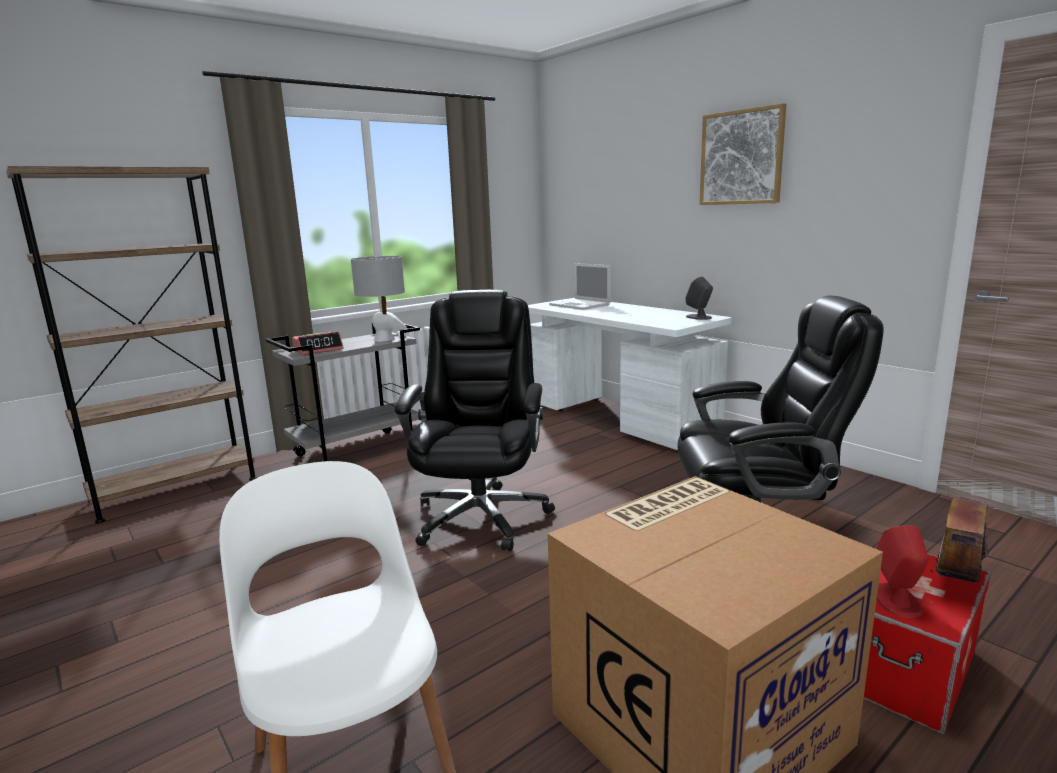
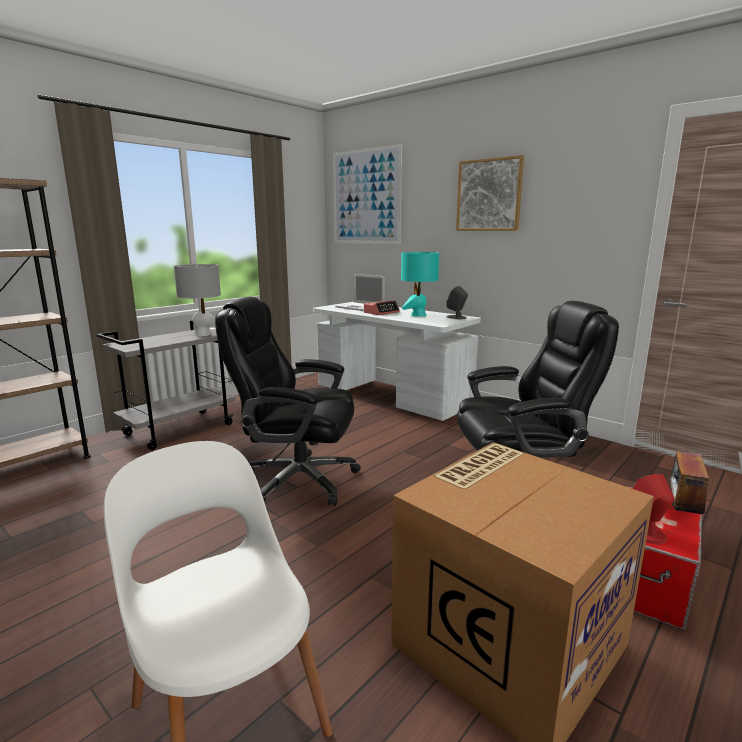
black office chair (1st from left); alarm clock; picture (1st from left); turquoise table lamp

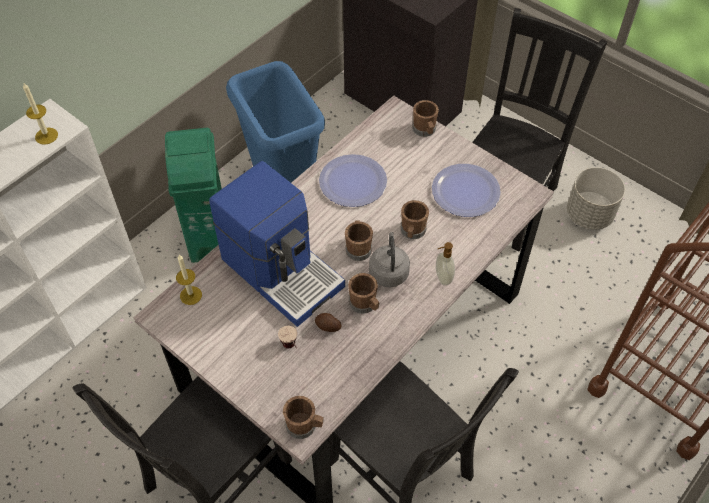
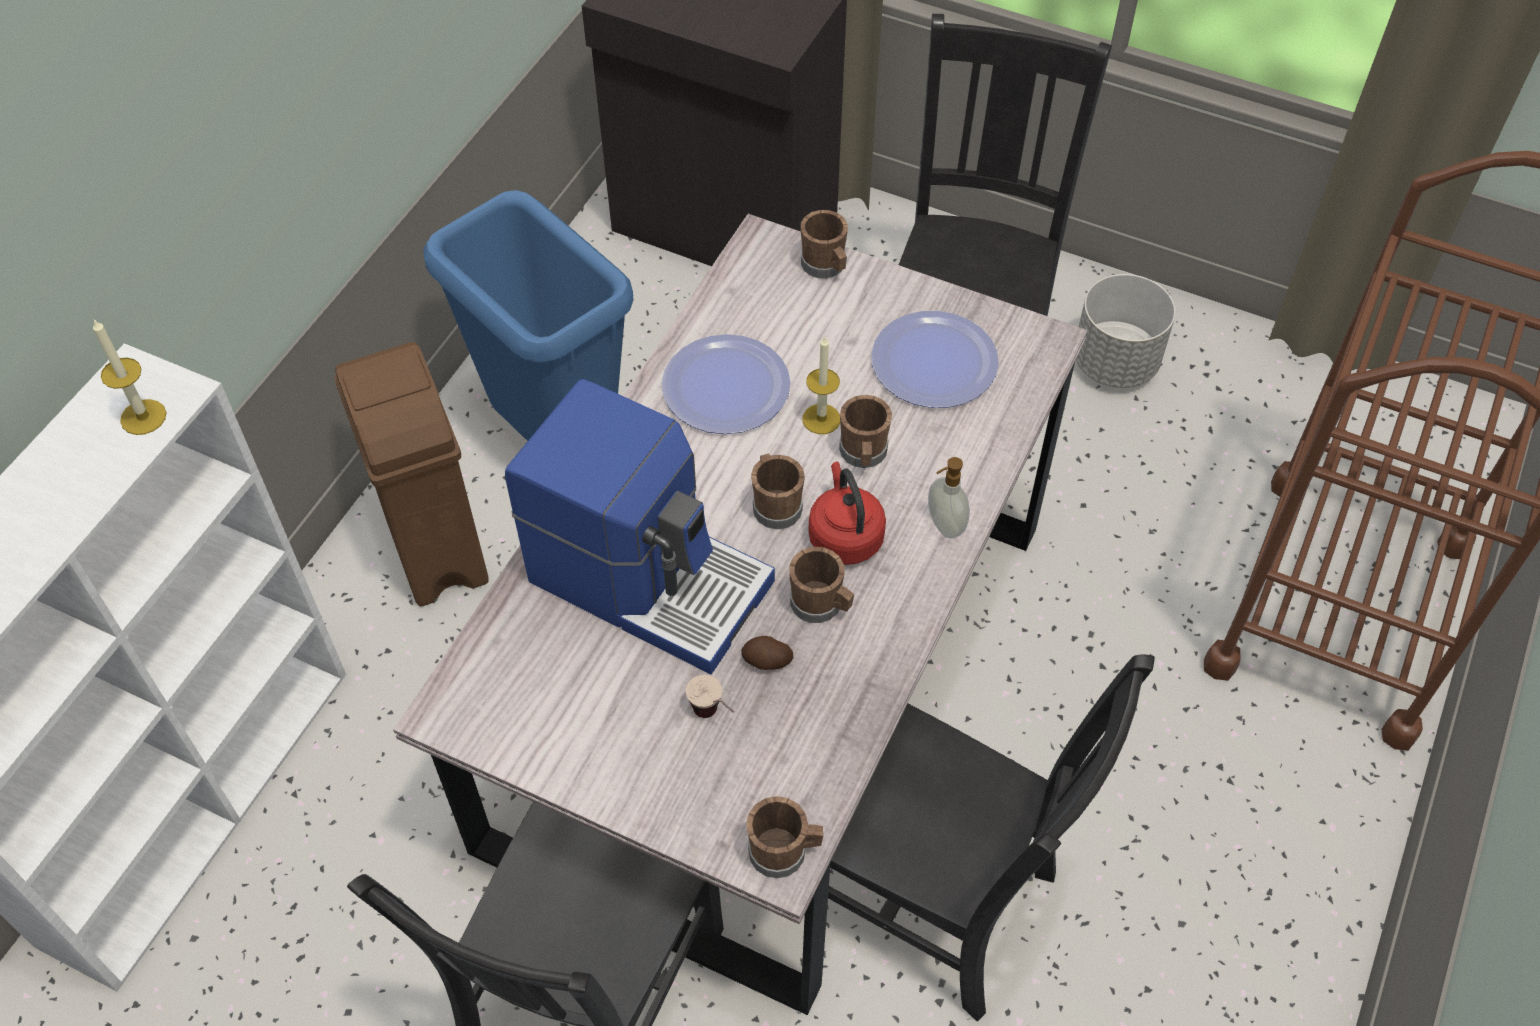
brown trash can; red kettle; candle (2nd from left)

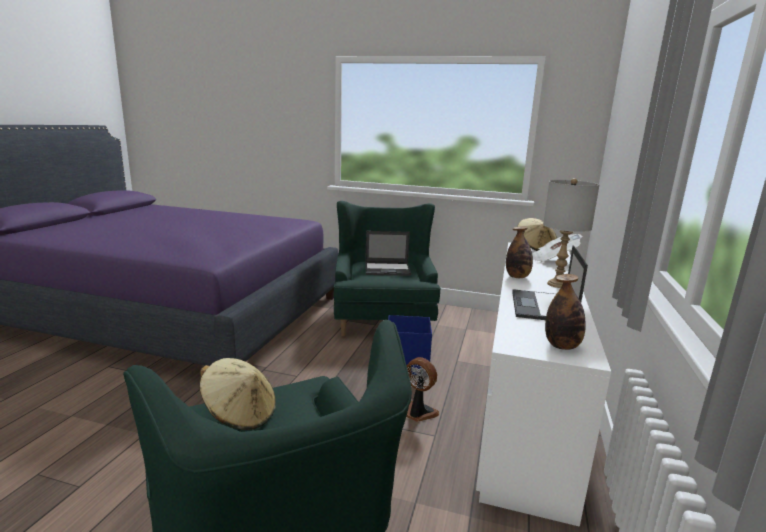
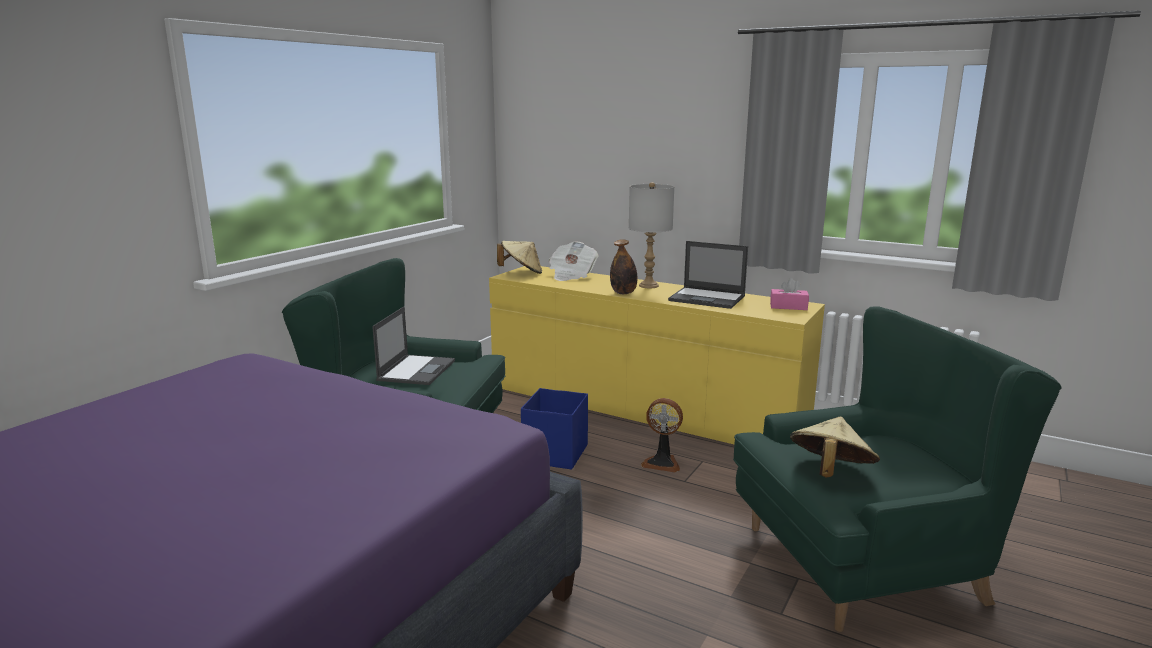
yellow dresser; pink tissue box; fan

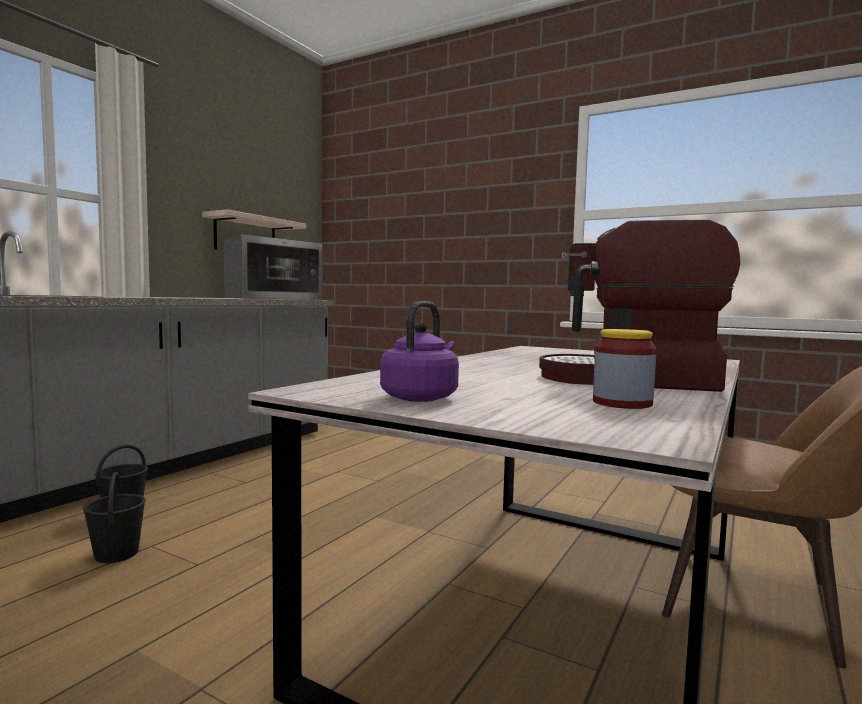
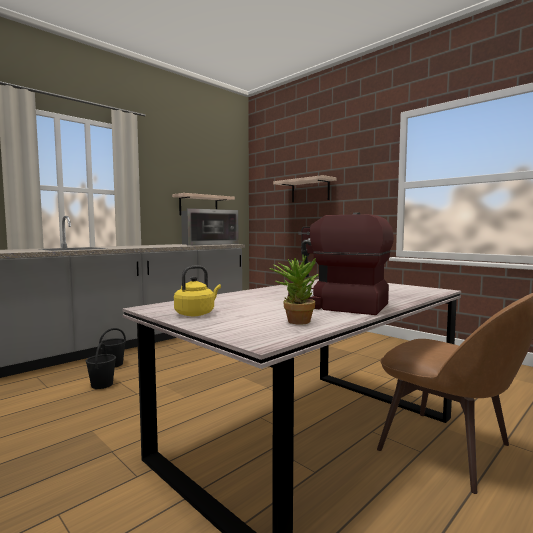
yellow kettle; potted plant; shelf (2nd from left)

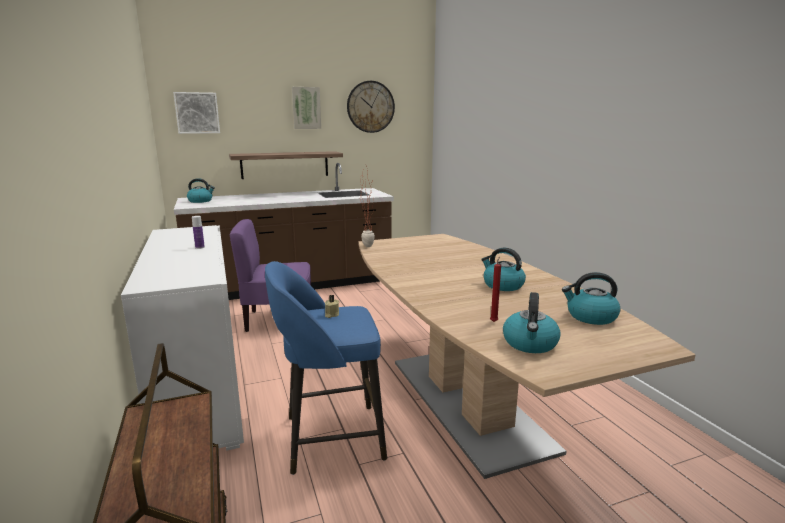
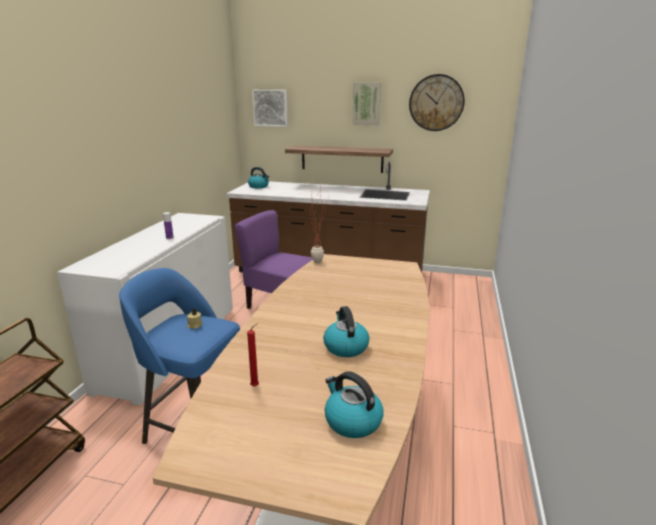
kettle (3rd from left in the first image)

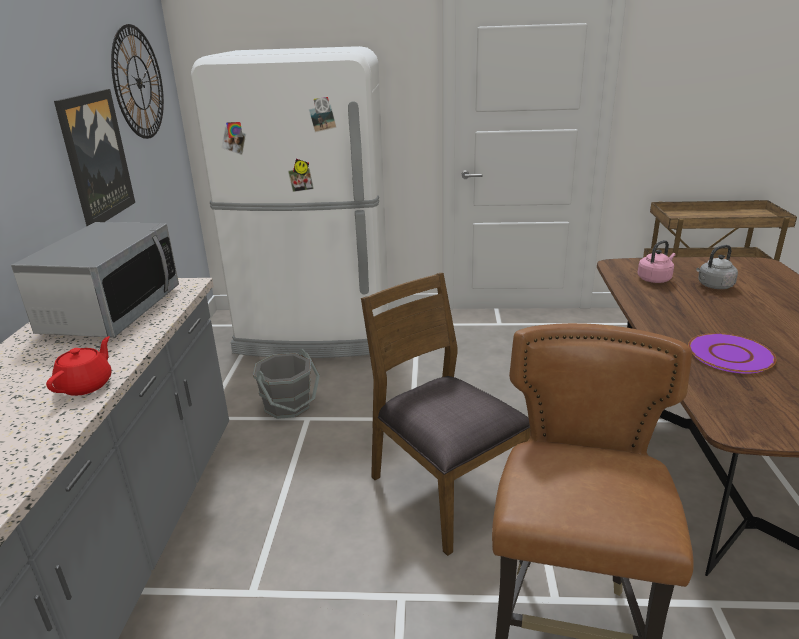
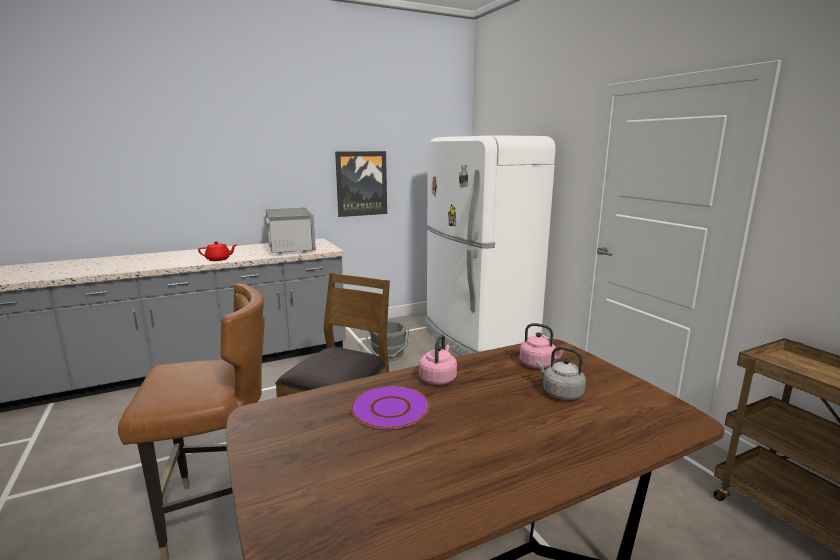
wall clock; microwave; pink kettle (1st from left)

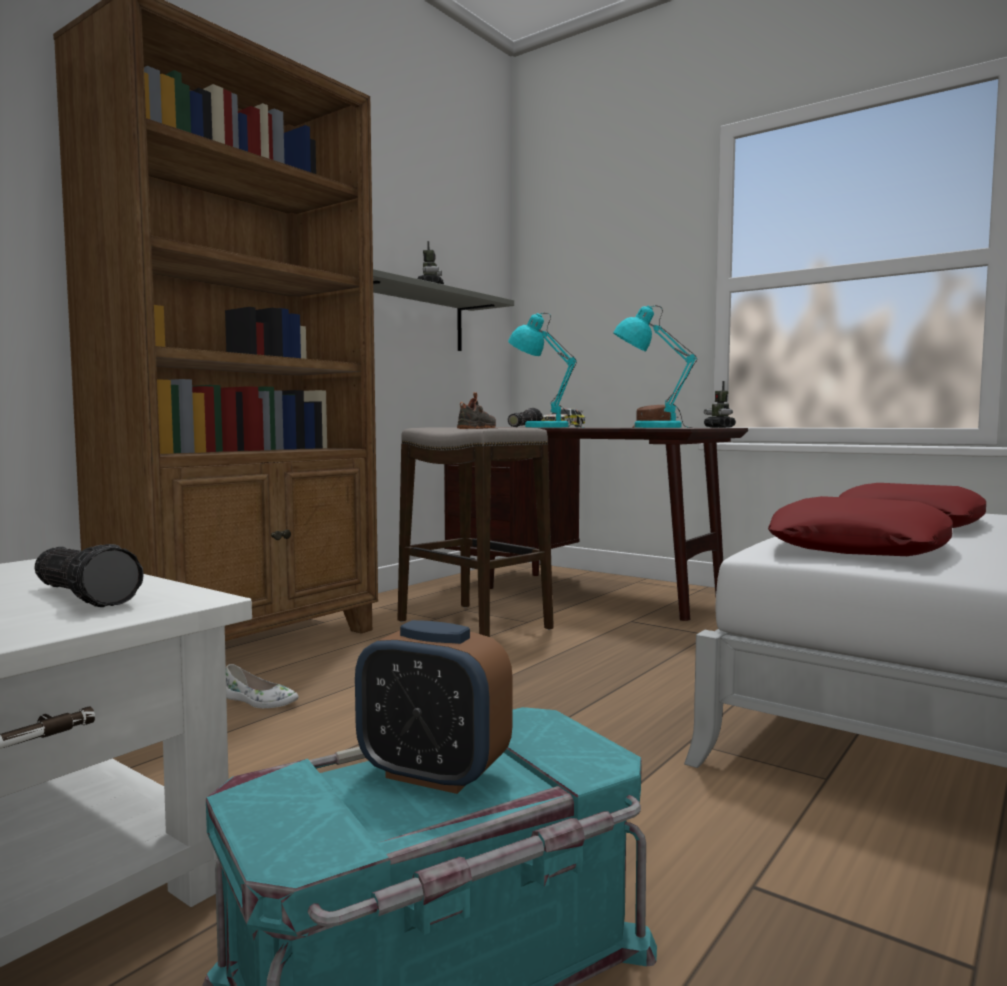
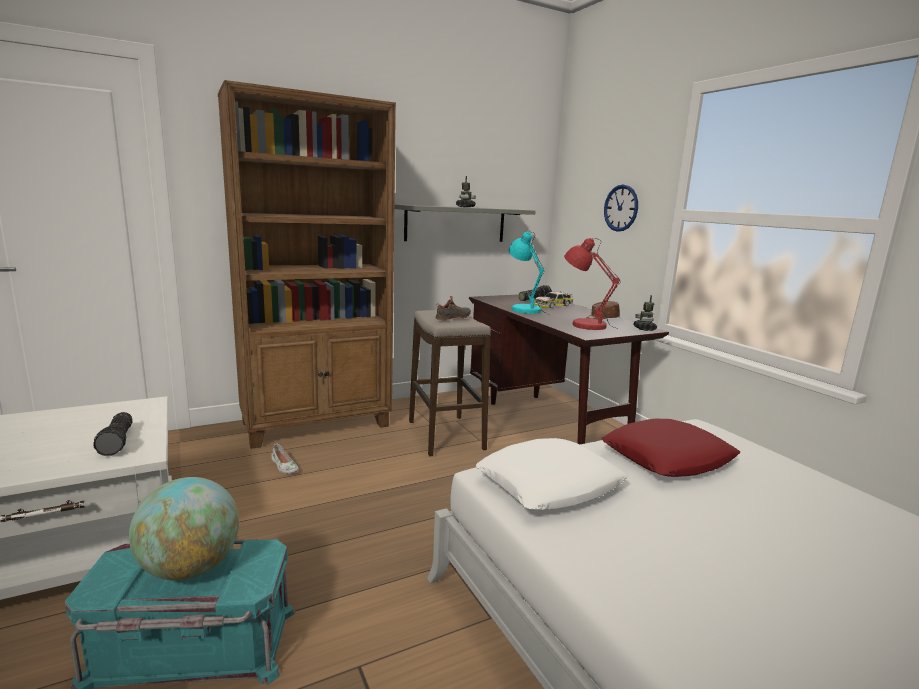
red table lamp; white pillow; globe; wall clock

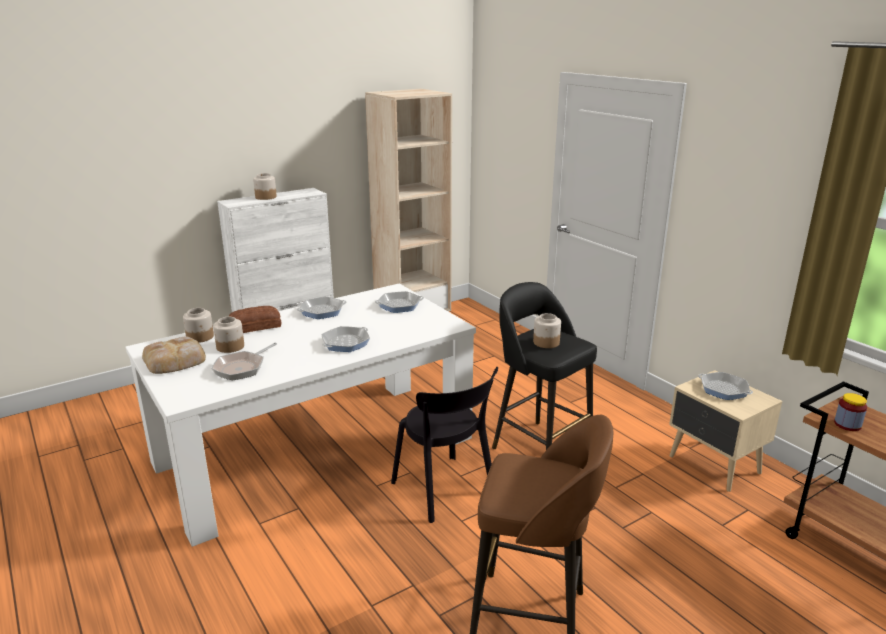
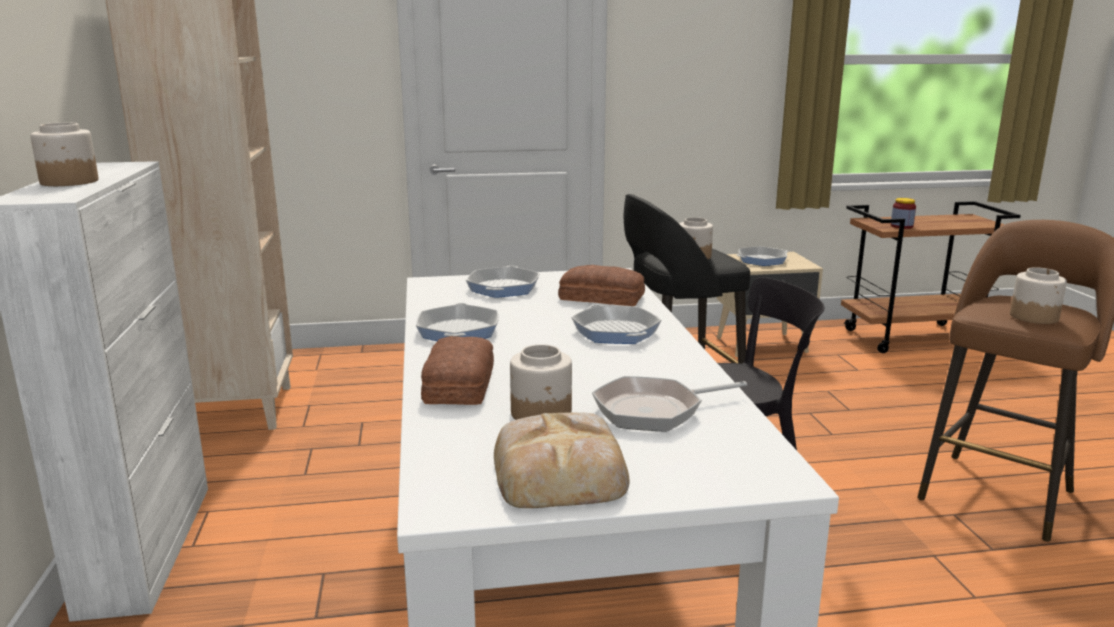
jar (5th from left); frying pan (4th from left); bread (3rd from left)

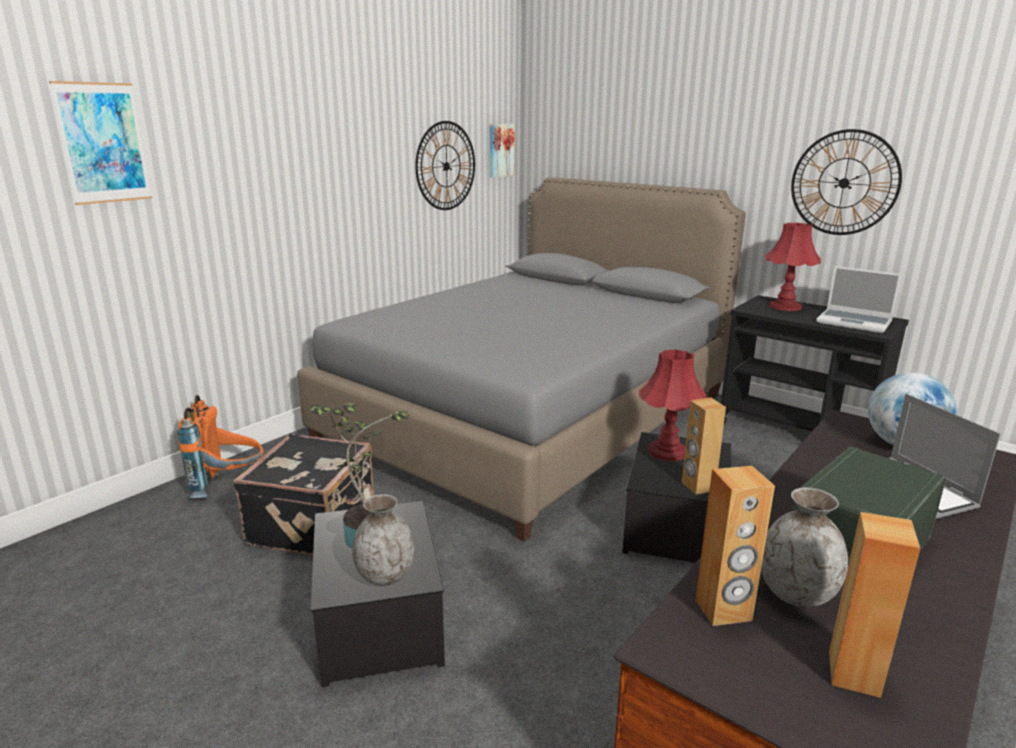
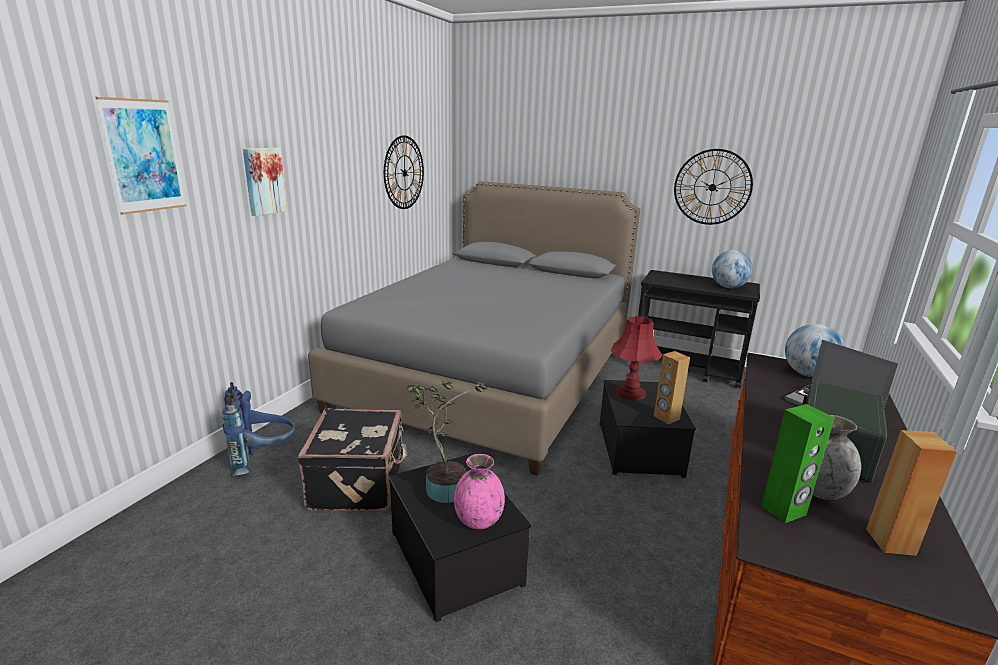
picture (2nd from left); red table lamp (2nd from left in the first image); globe (1st from left); blue backpack; green speaker; pink vase

